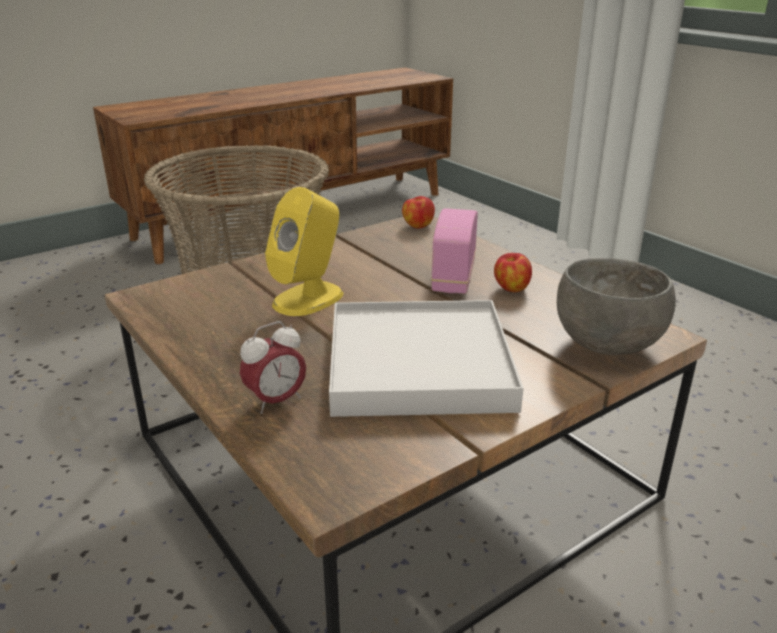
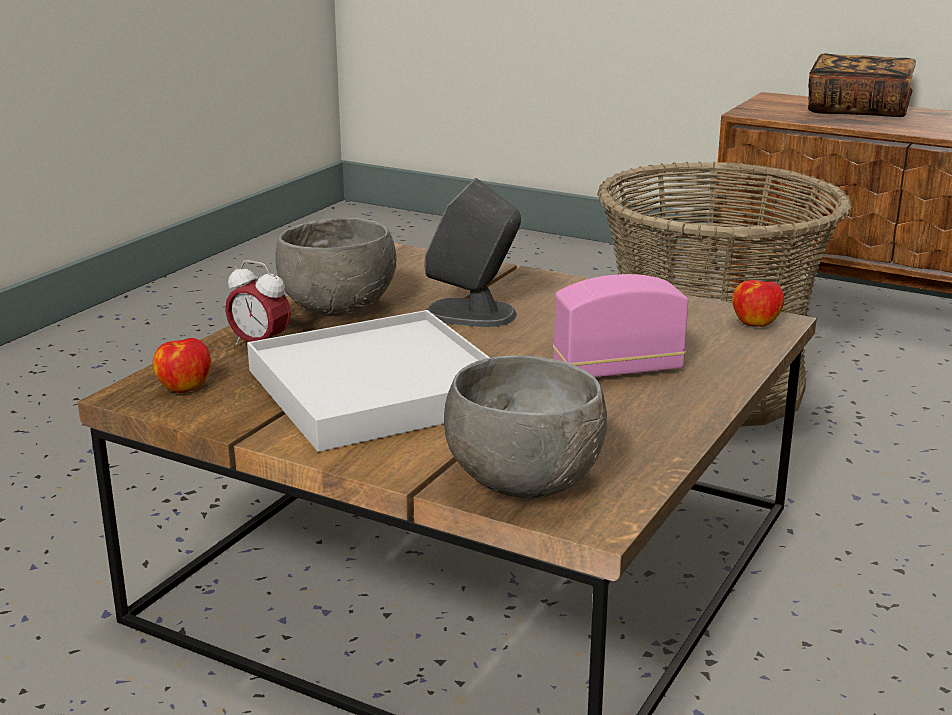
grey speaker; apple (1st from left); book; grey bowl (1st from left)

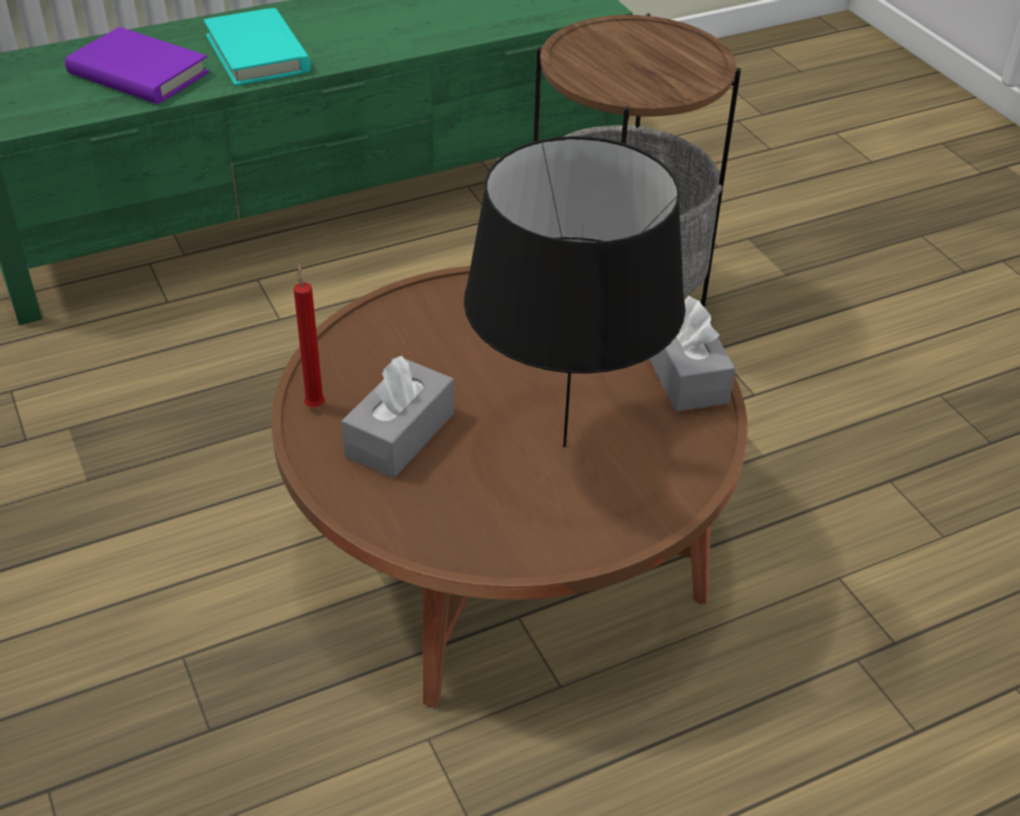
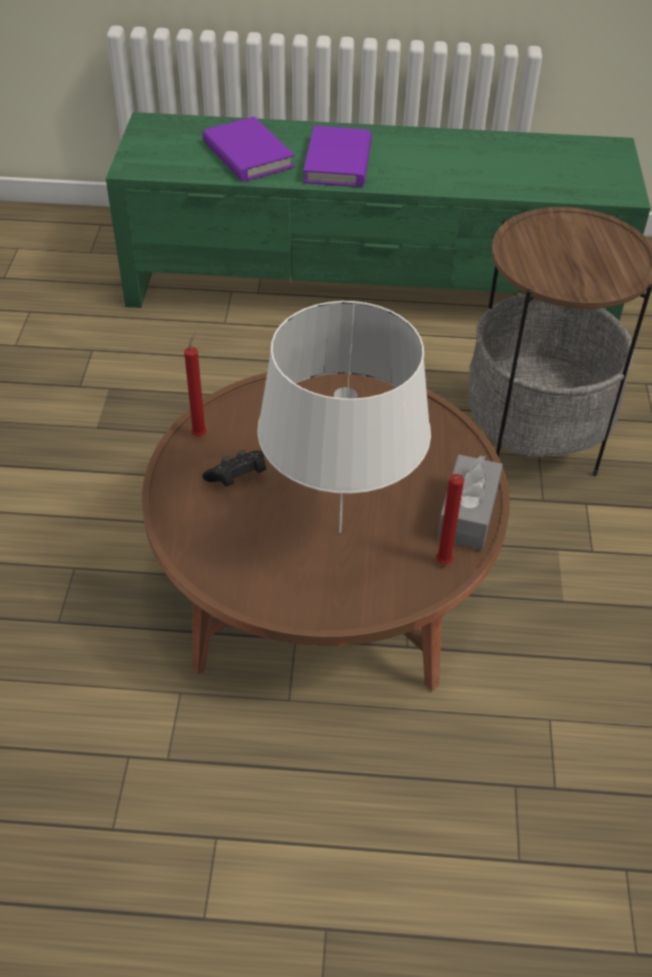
purple book (2nd from left); white table lamp; black game controller; red candle (2nd from left)

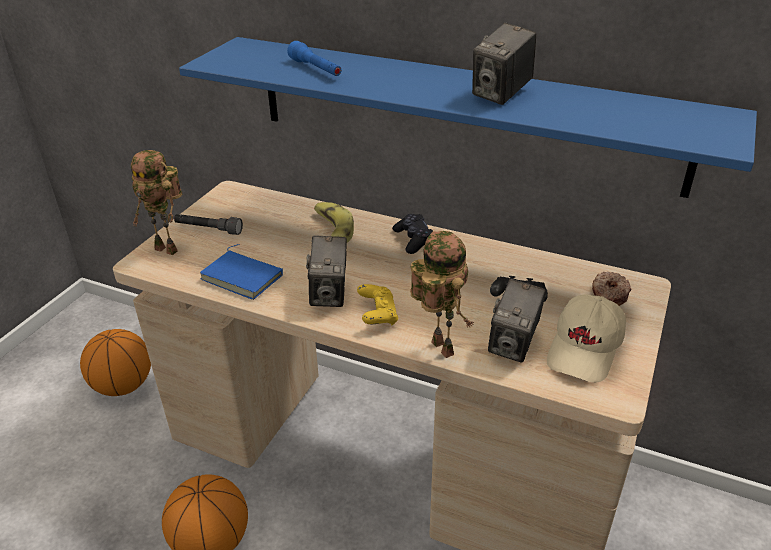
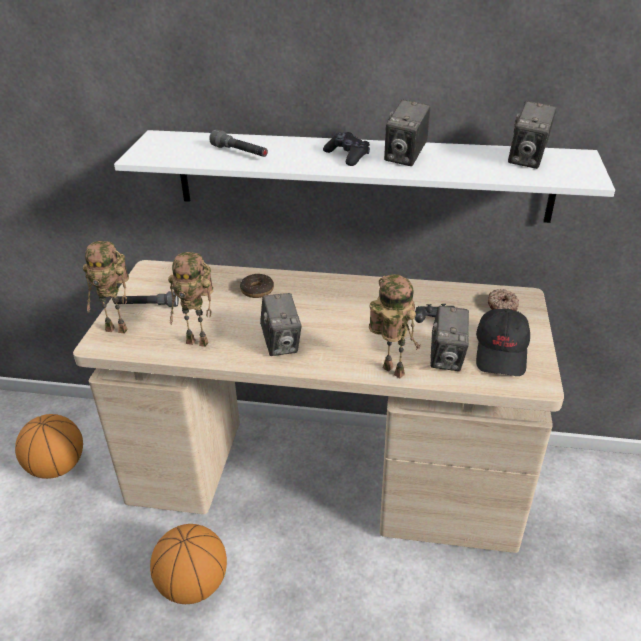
white shelf; grey flashlight (2nd from left); donut (1st from left); black game controller (1st from left); toy robot (2nd from left); yellow game controller; black cap; photo camera (4th from left)

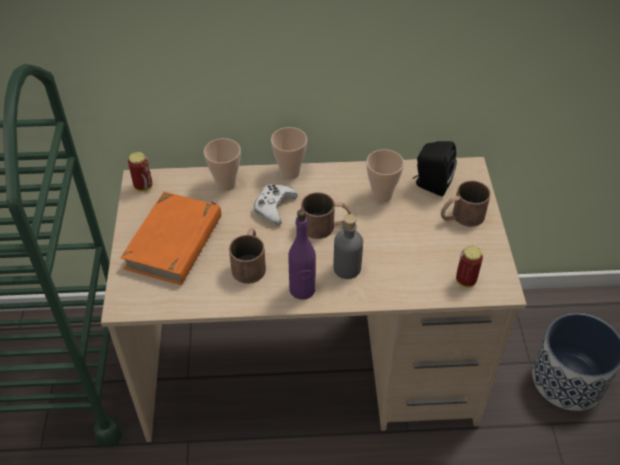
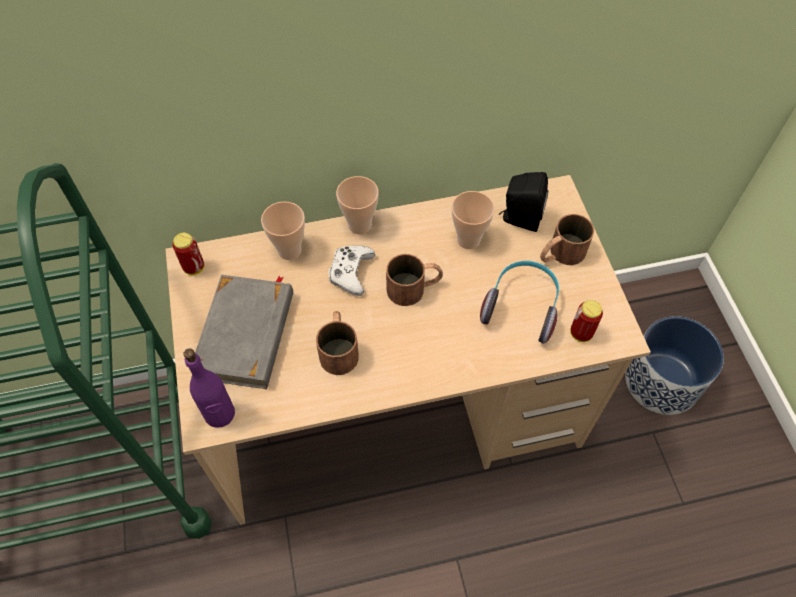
grey book; purple bottle; grey bottle; headphones

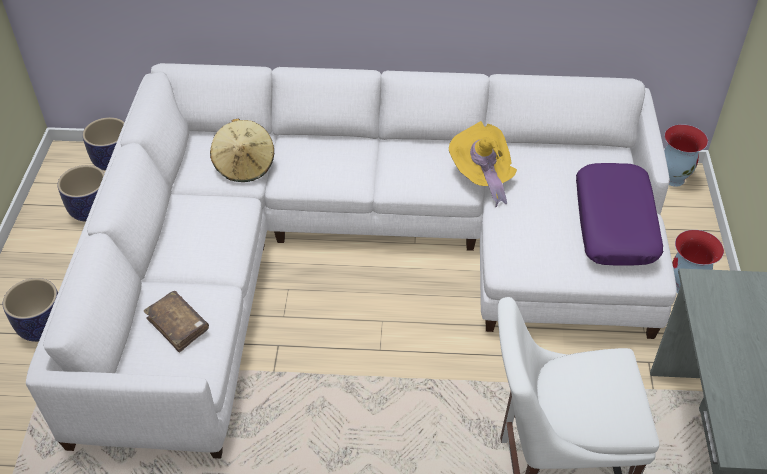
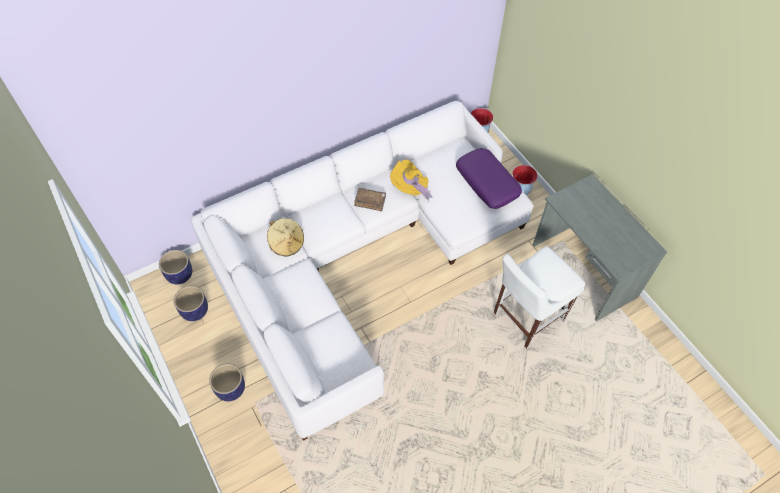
brown book

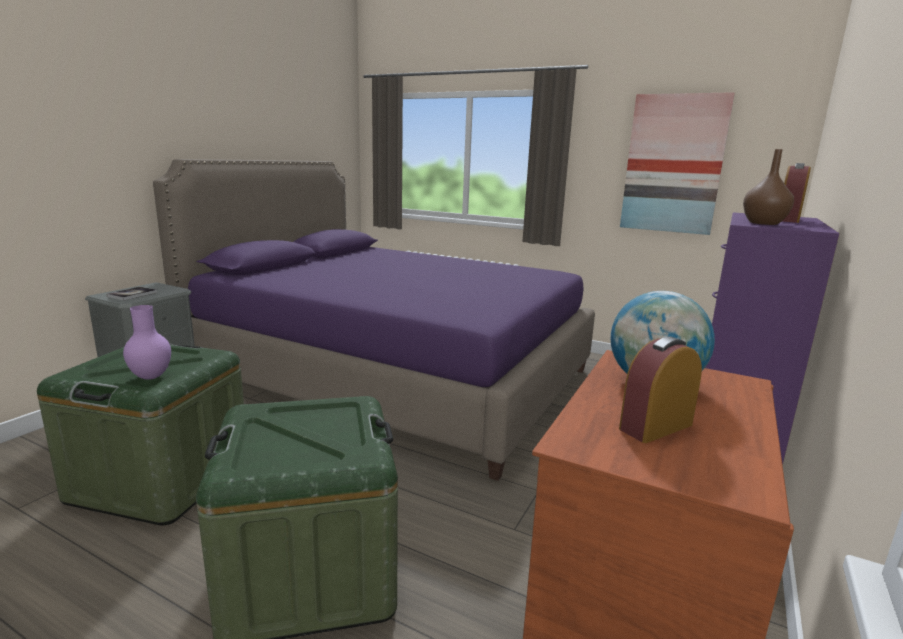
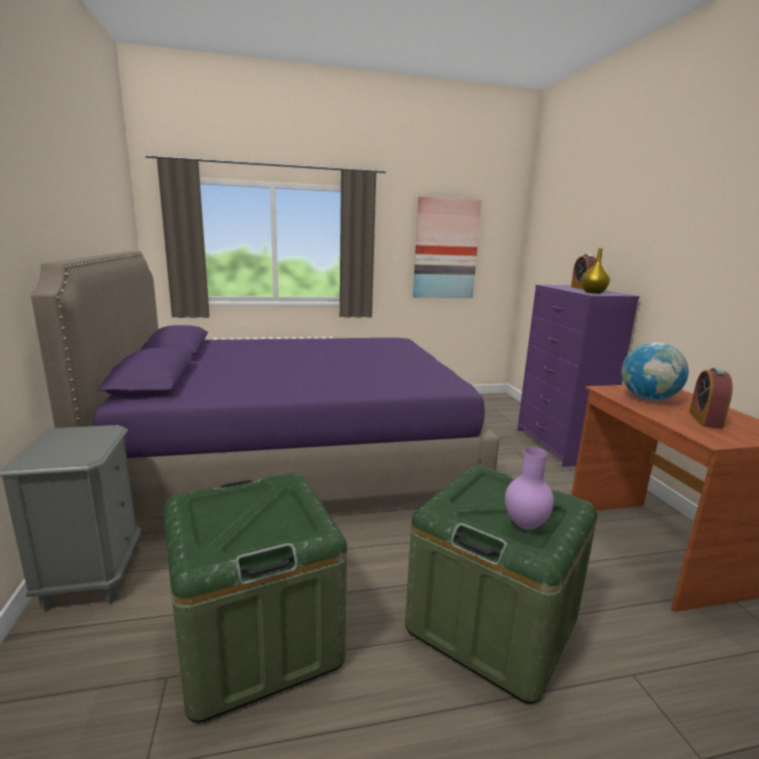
yellow vase; book; purple vase

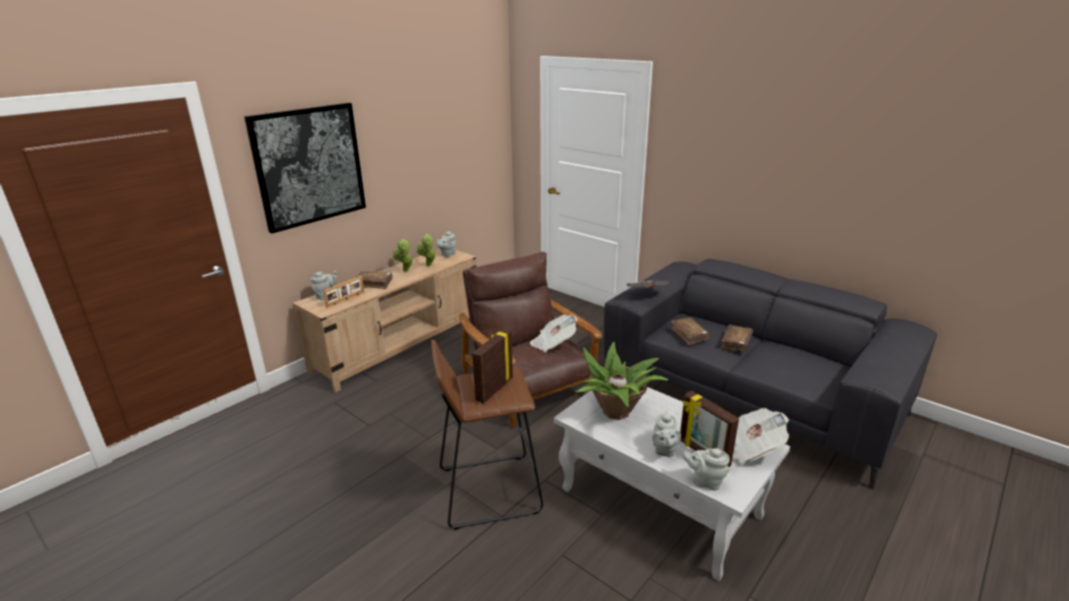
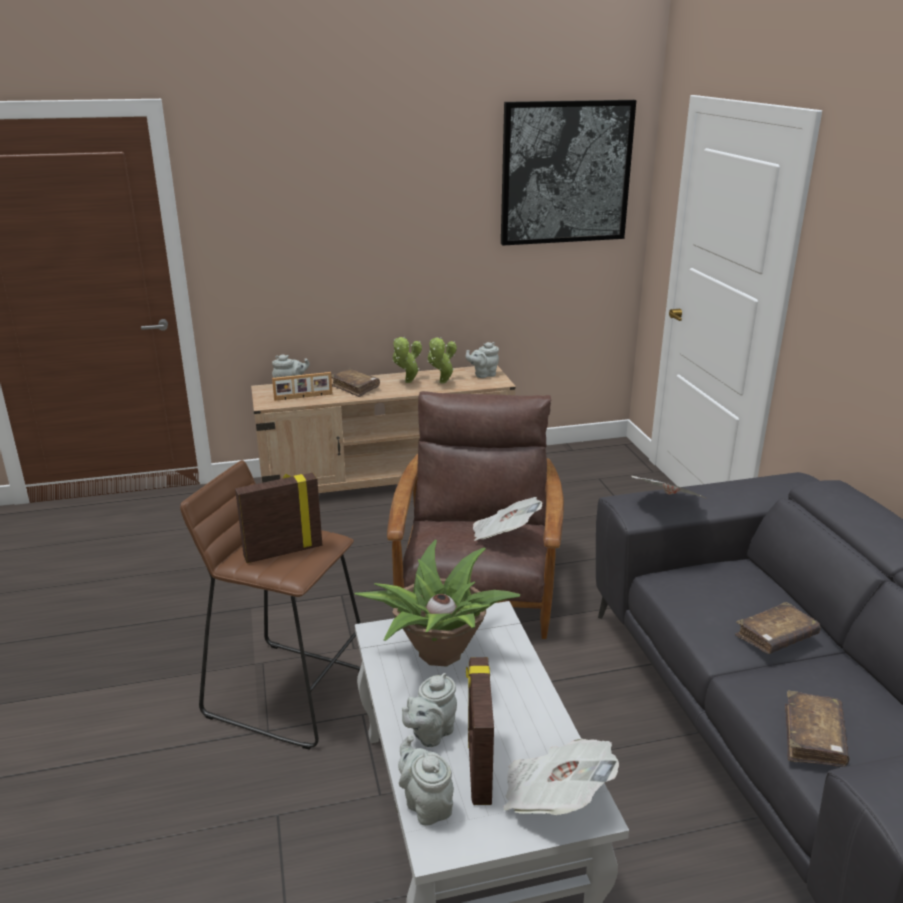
picture; brown book (3rd from left)

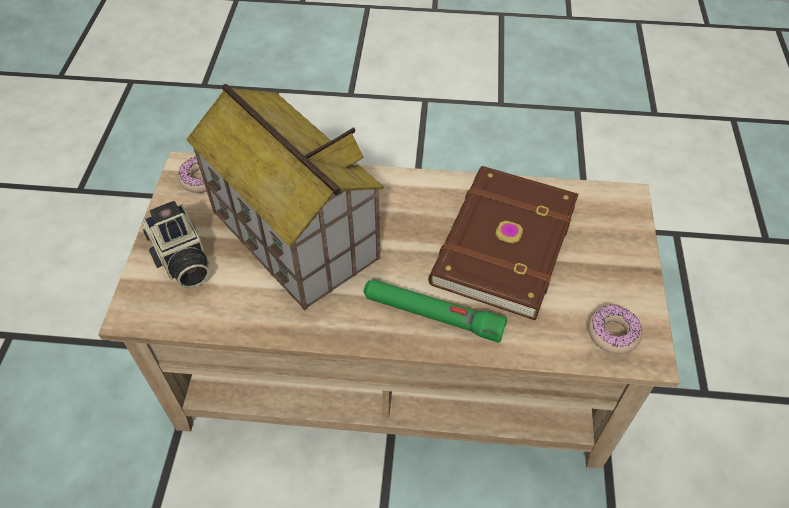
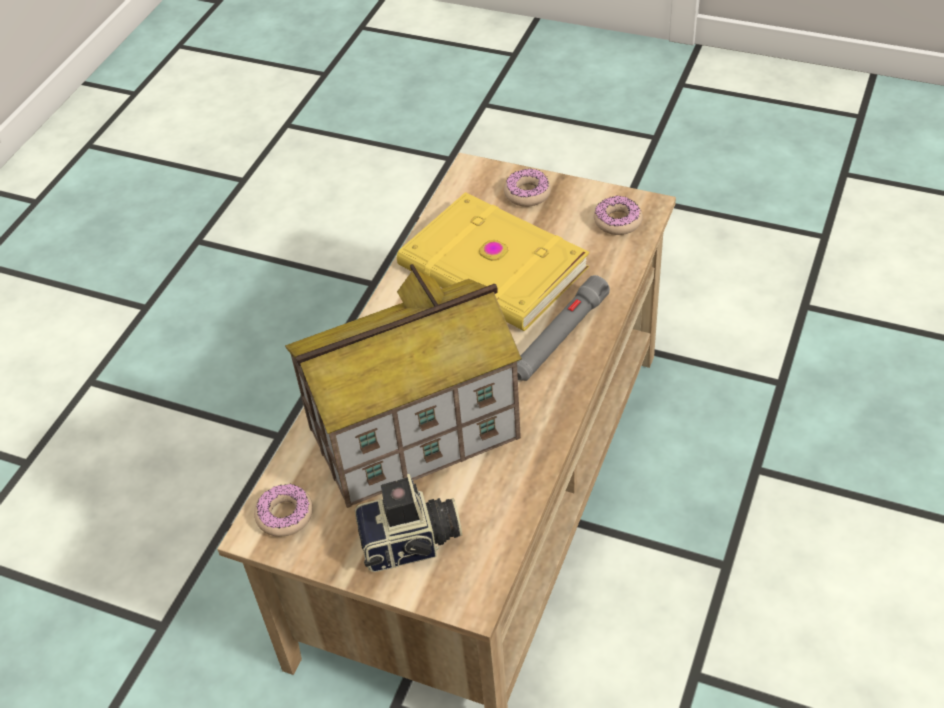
yellow book; grey flashlight; donut (2nd from left)

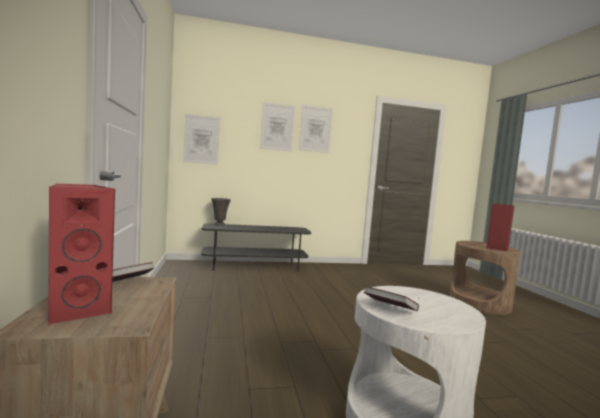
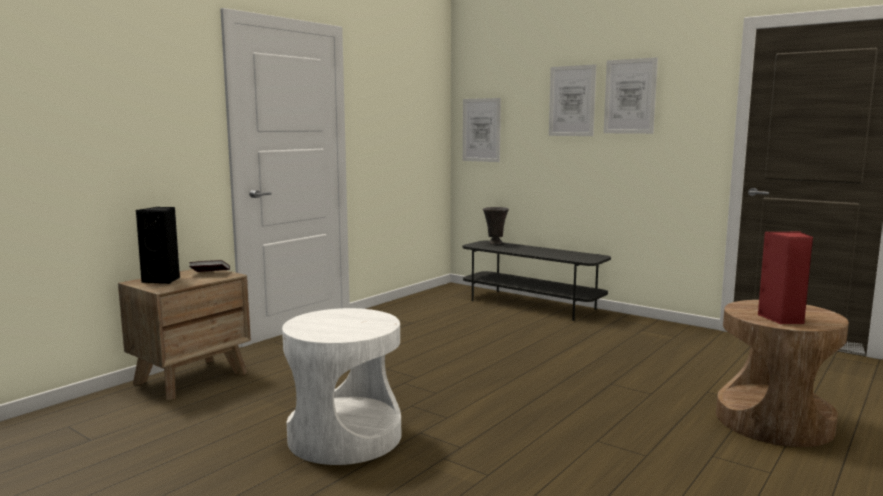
black speaker; book (2nd from left in the first image)

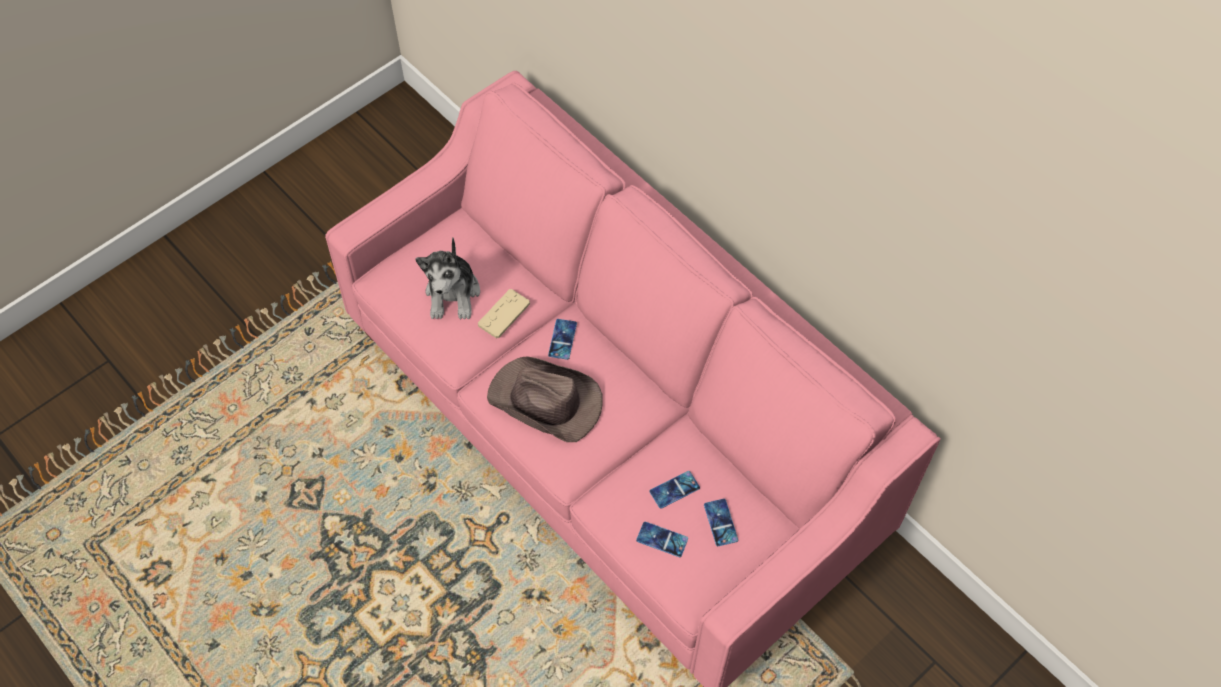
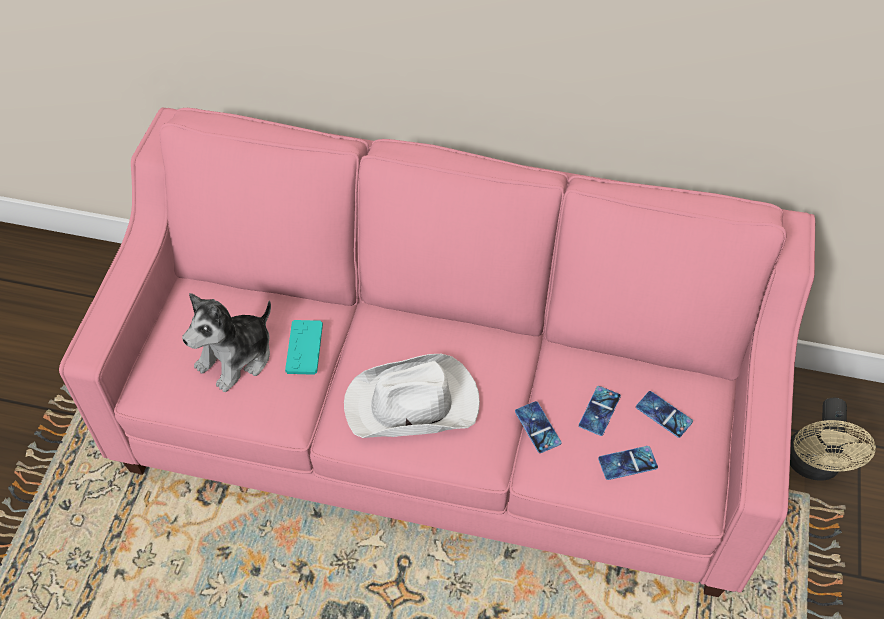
plush toy; turquoise game controller; phone (1st from left); white hat; beige fan

